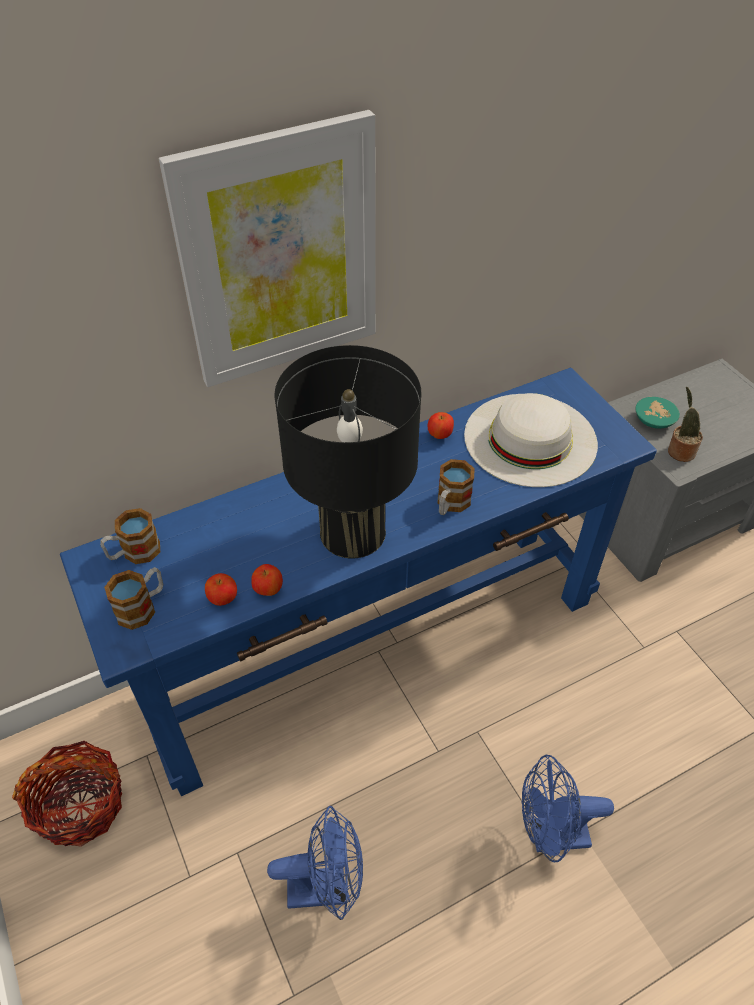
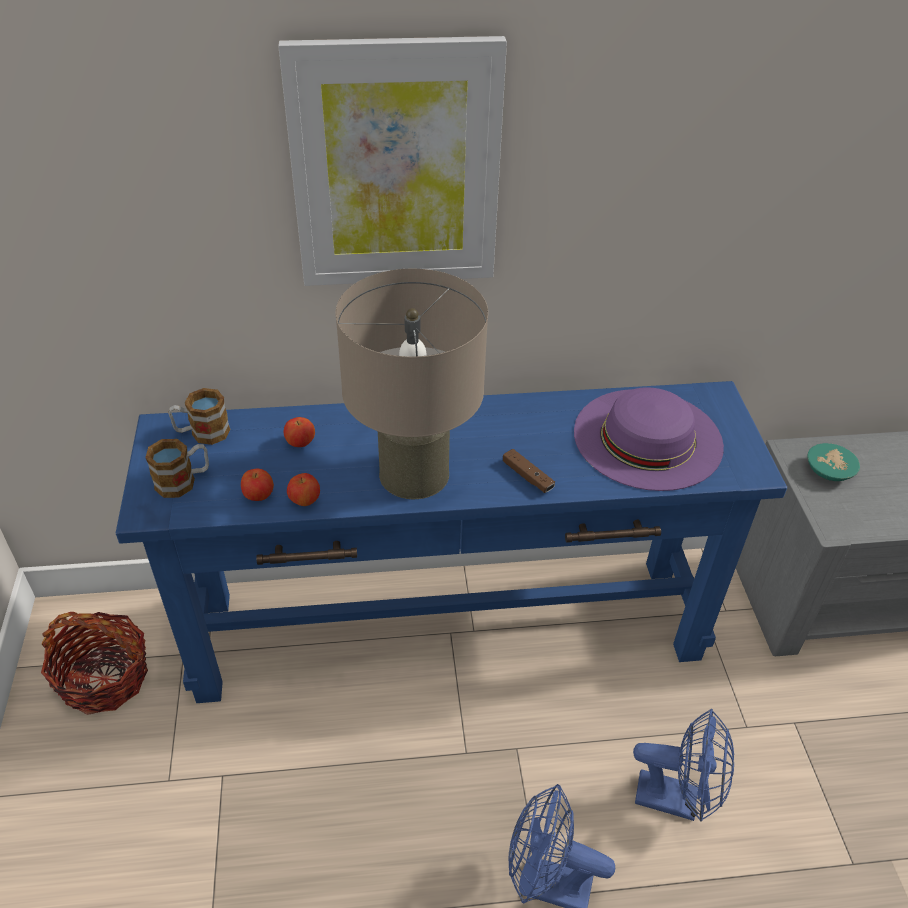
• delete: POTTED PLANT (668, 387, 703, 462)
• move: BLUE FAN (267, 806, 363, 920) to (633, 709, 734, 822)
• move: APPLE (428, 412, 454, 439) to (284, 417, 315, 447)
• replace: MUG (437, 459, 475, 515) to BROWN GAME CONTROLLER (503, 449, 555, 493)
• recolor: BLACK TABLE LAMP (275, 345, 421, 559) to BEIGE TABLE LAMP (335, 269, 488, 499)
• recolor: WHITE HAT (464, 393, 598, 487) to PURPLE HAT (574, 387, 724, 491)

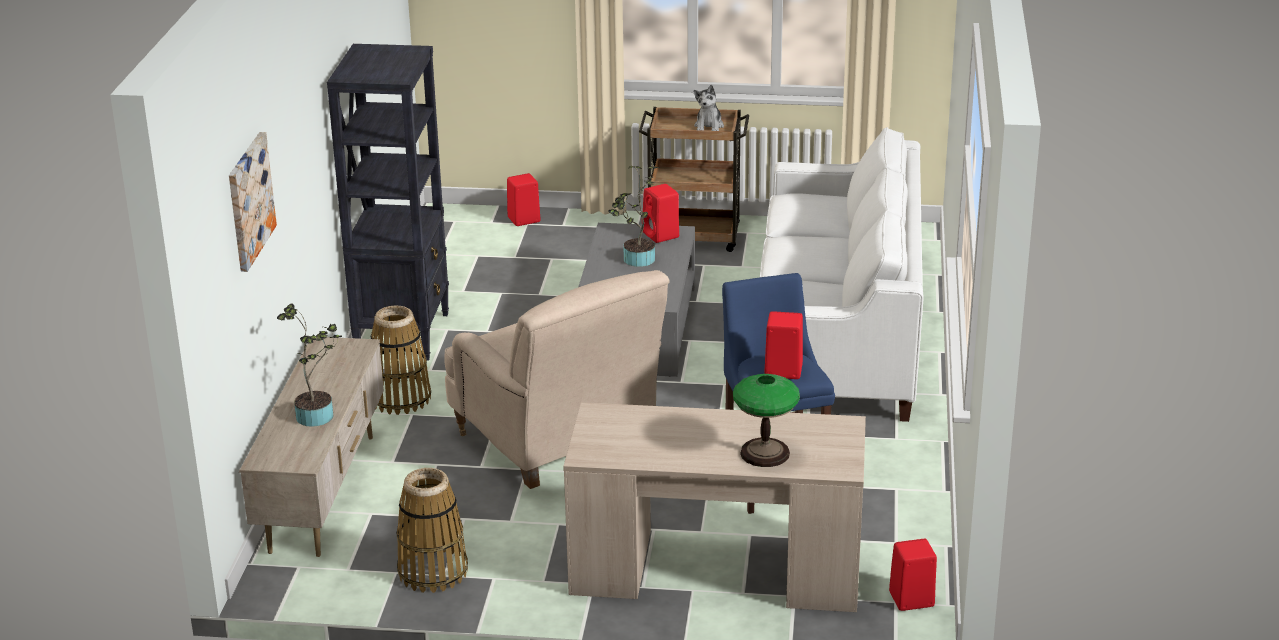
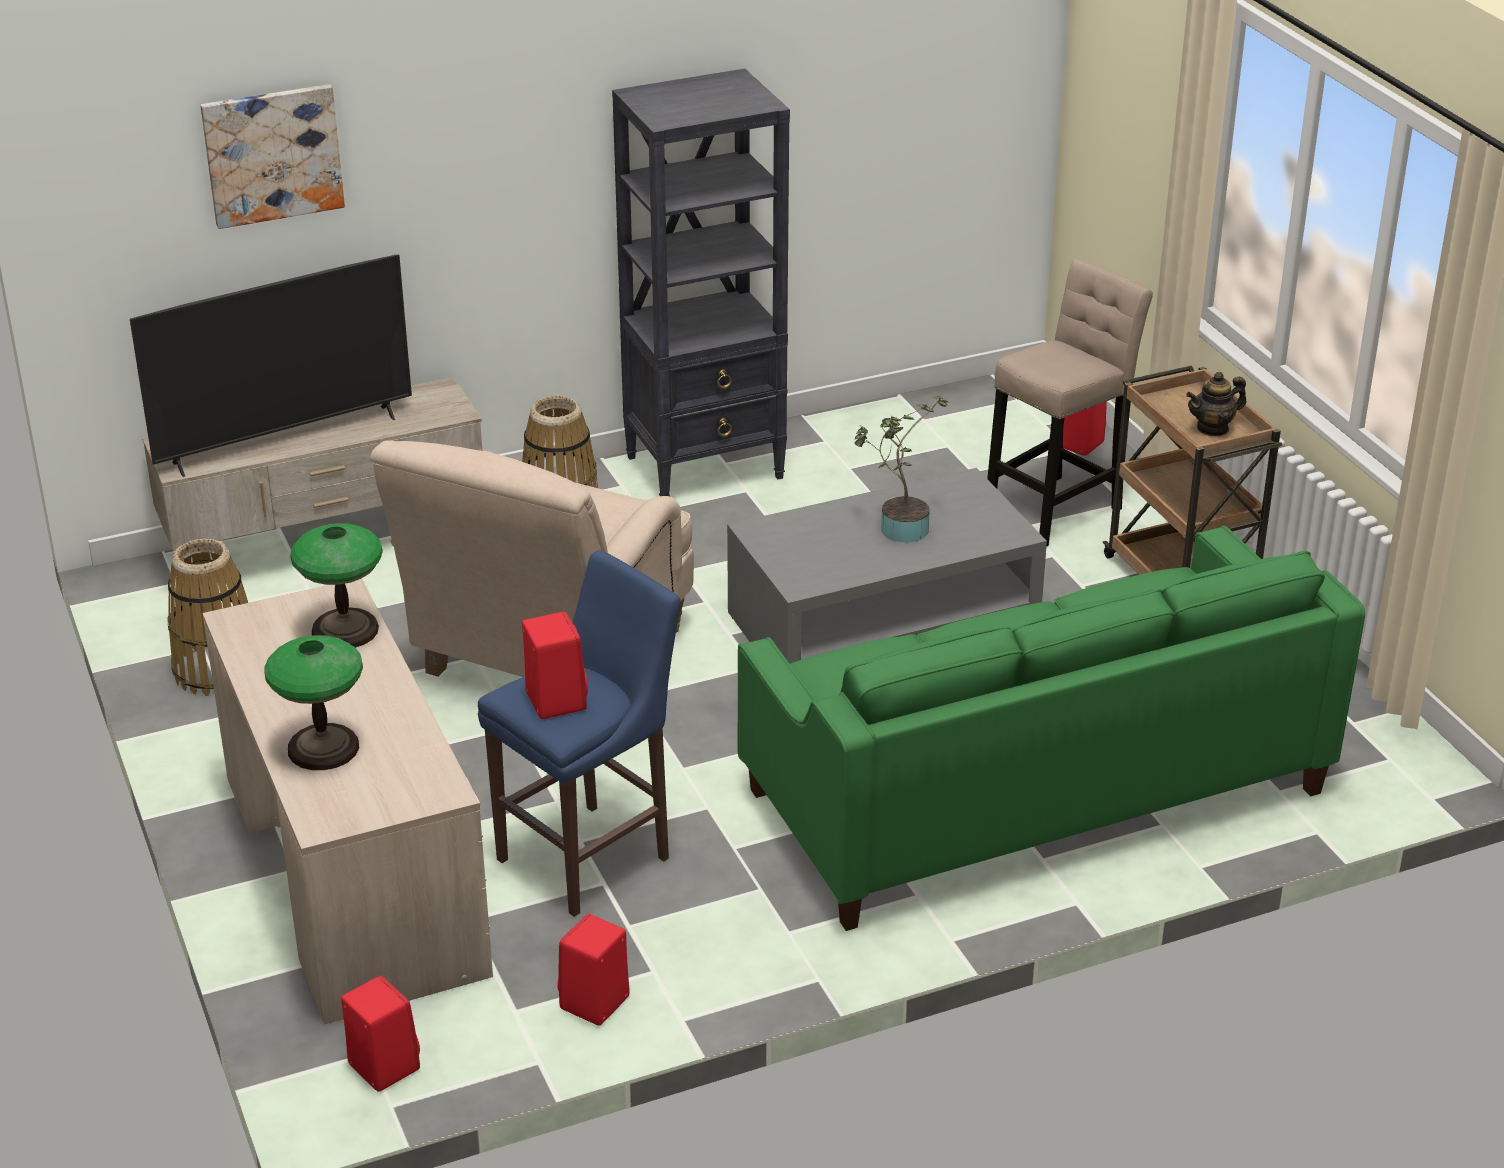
• insert: TABLE LAMP (290, 523, 383, 648)
• insert: BEIGE STOOL (987, 259, 1153, 547)
• move: RED SPEAKER (643, 184, 679, 243) to (557, 914, 630, 1025)
• replace: POTTED PLANT (277, 304, 342, 427) to TELEVISION (130, 254, 412, 477)
• replace: PLUSH TOY (693, 85, 724, 131) to TEAPOT (1186, 372, 1246, 436)
• recolor: WHITE SOFA (760, 127, 924, 422) to GREEN SOFA (738, 525, 1365, 931)

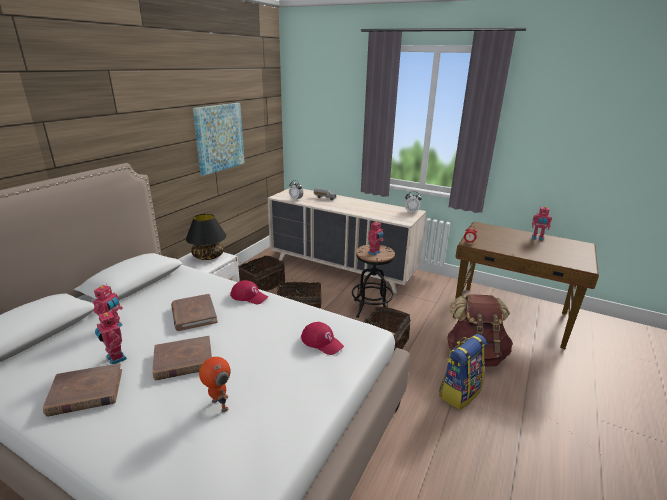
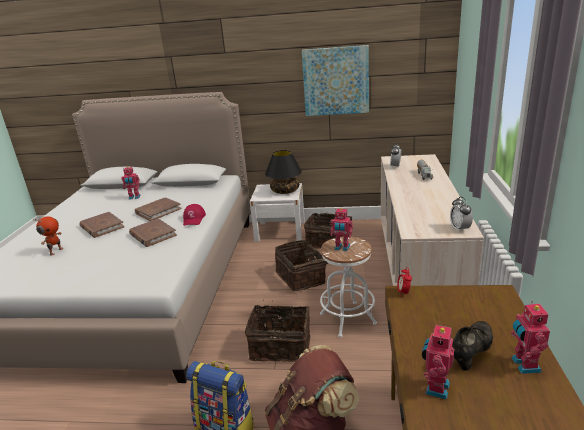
• delete: RED CAP (301, 322, 344, 355)
• insert: BLACK SHOE (452, 321, 493, 371)
• move: BROWN BOOK (43, 363, 122, 417) to (129, 218, 177, 247)
• move: TOY ROBOT (95, 311, 127, 364) to (422, 323, 454, 400)
• recolor: BLACK STOOL (352, 244, 395, 318) to WHITE STOOL (320, 236, 377, 337)

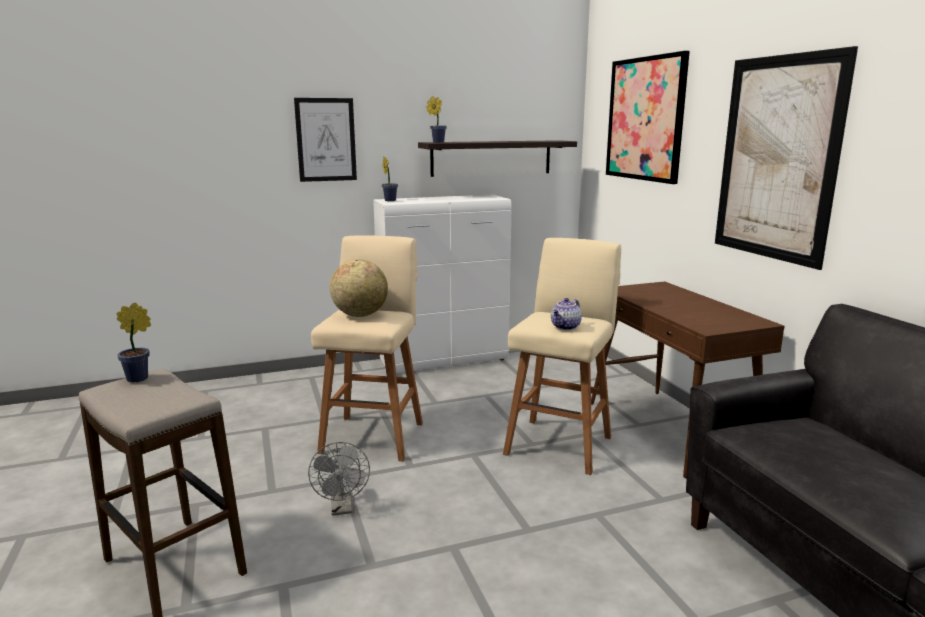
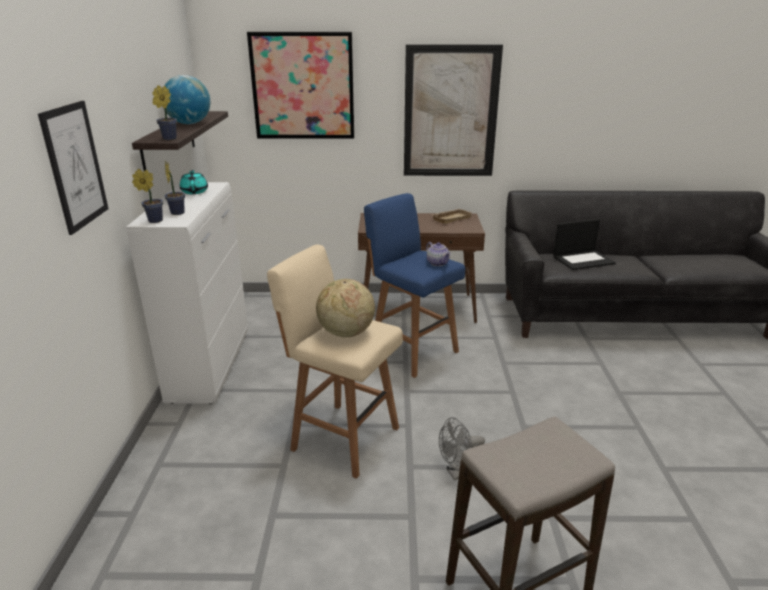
• insert: GLOBE (164, 75, 210, 124)
• insert: TURQUOISE TEAPOT (180, 170, 208, 194)
• insert: BEIGE TRAY (433, 209, 471, 224)
• insert: LAPTOP (553, 219, 616, 270)
• move: POTTED PLANT (117, 302, 151, 383) to (165, 160, 185, 215)
• recolor: BEIGE STOOL (503, 238, 621, 475) to BLUE STOOL (364, 193, 465, 378)
• rotate: GREY FAN (308, 442, 370, 515) = (439, 417, 485, 480) 150 degrees clockwise

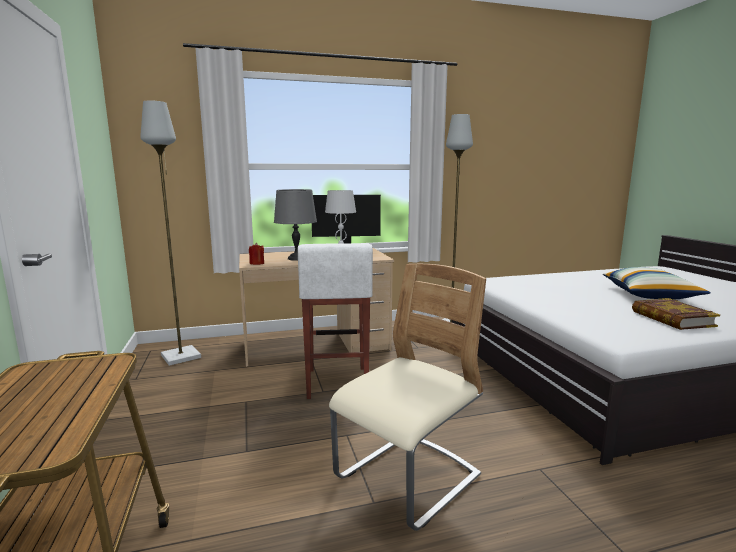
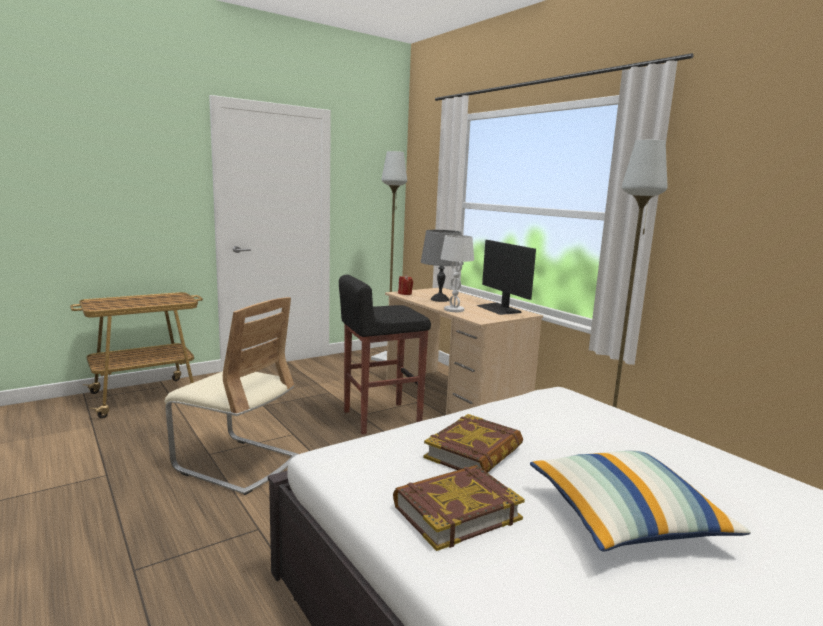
• insert: BOOK (424, 414, 523, 473)
• recolor: WHITE STOOL (298, 243, 373, 399) to BLACK STOOL (339, 275, 431, 435)

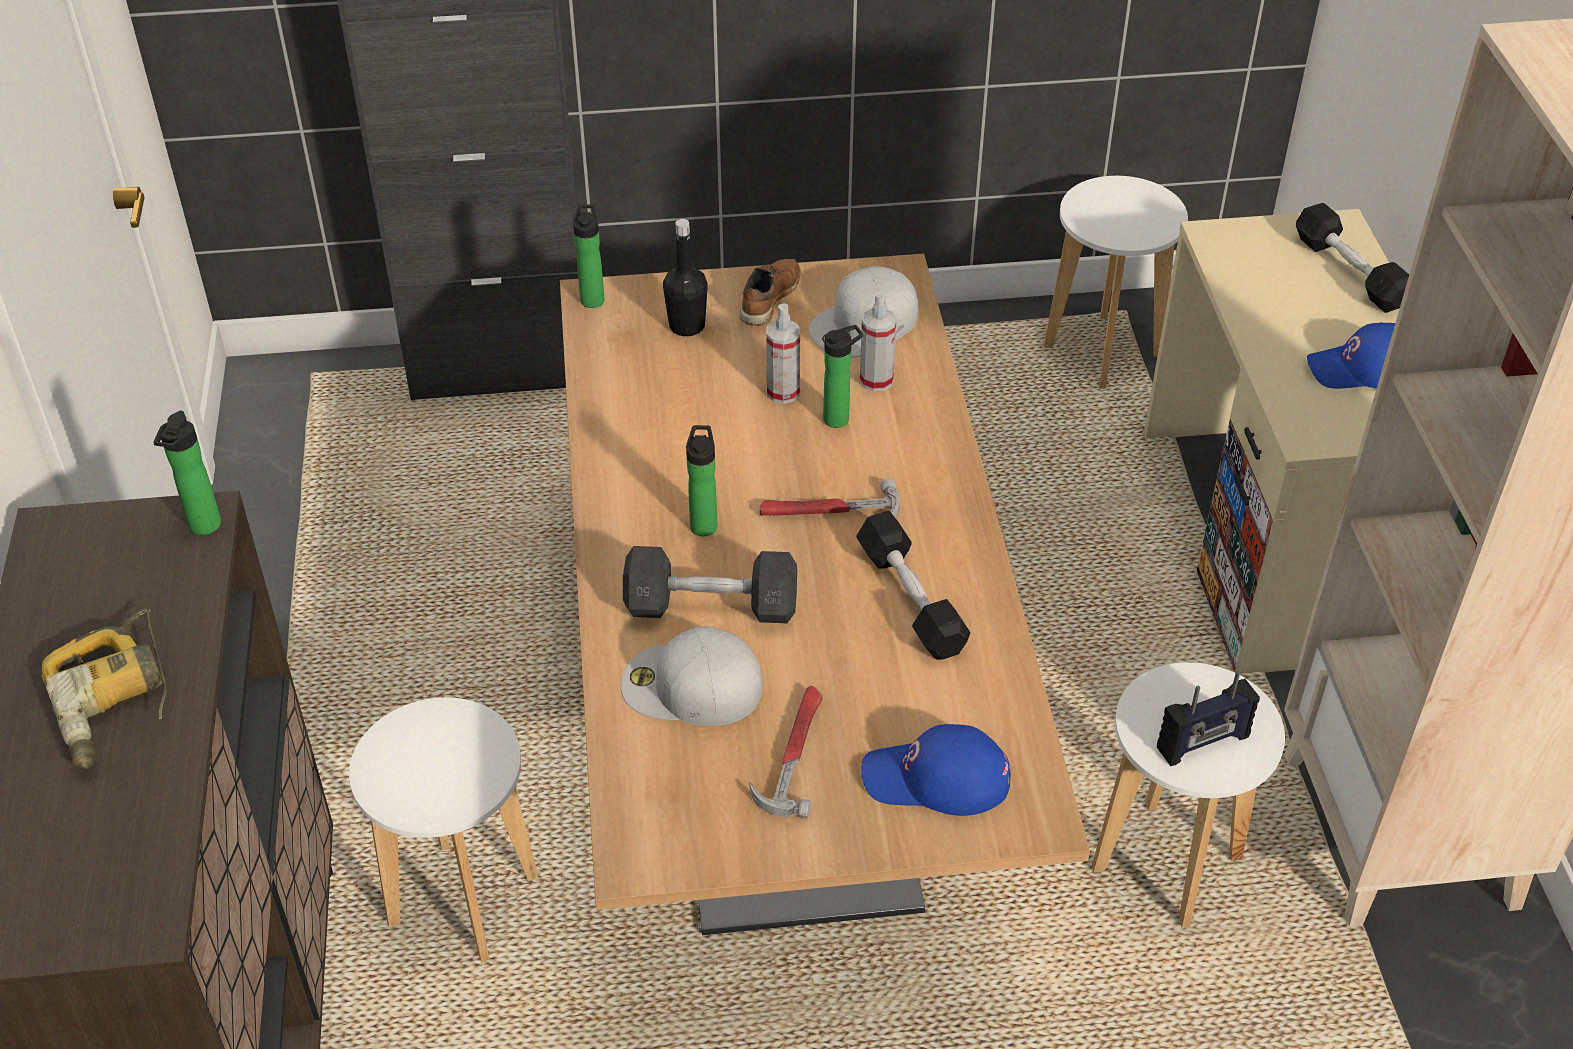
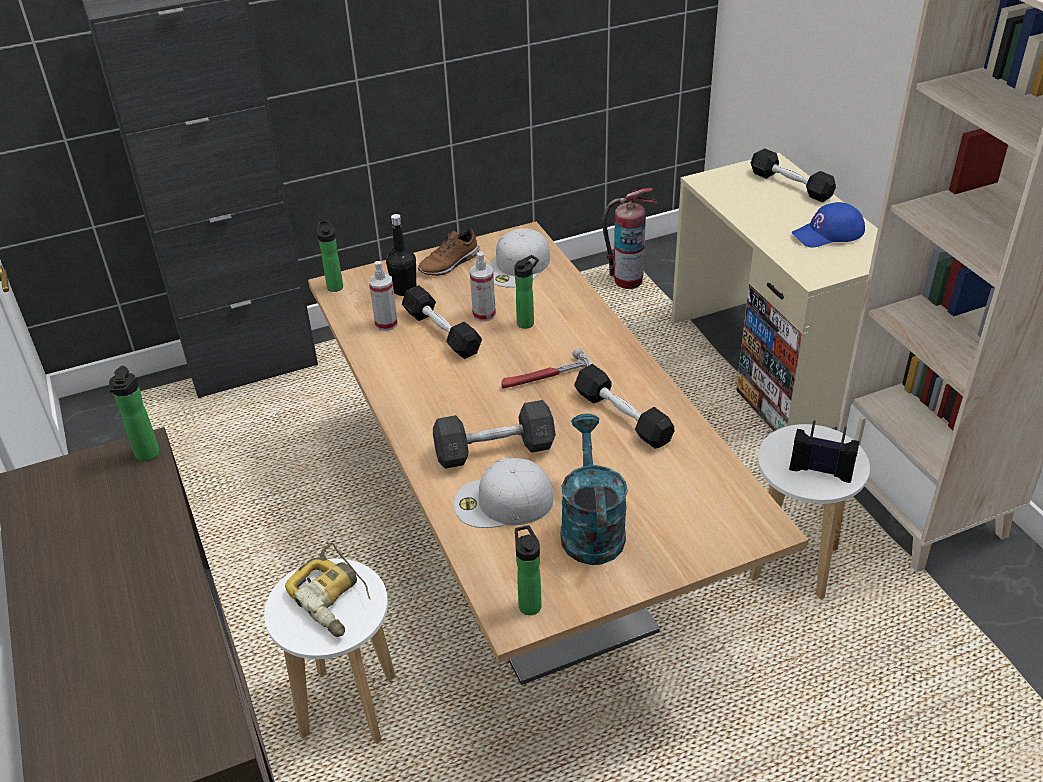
• delete: BLUE CAP (861, 724, 1011, 816)
• insert: BLACK DUMBBELL (402, 285, 482, 359)
• move: POWER DRILL (41, 607, 167, 769) to (285, 543, 371, 637)
• move: BOTTLE (686, 425, 718, 536) to (515, 525, 542, 615)
• move: SPRAY BOTTLE (860, 292, 897, 392) to (369, 261, 398, 331)
• replace: HAMMER (749, 686, 823, 819) to TURQUOISE WATERING CAN (561, 414, 628, 565)
• replace: WHITE STOOL (1044, 176, 1188, 389) to FIRE EXTINGUISHER (602, 188, 657, 289)
• rotate: BROWN SHOE (739, 259, 800, 326) = (418, 228, 479, 276) 135 degrees counterclockwise
• rotate: RADIO (1157, 671, 1260, 766) = (789, 420, 859, 483) 120 degrees counterclockwise

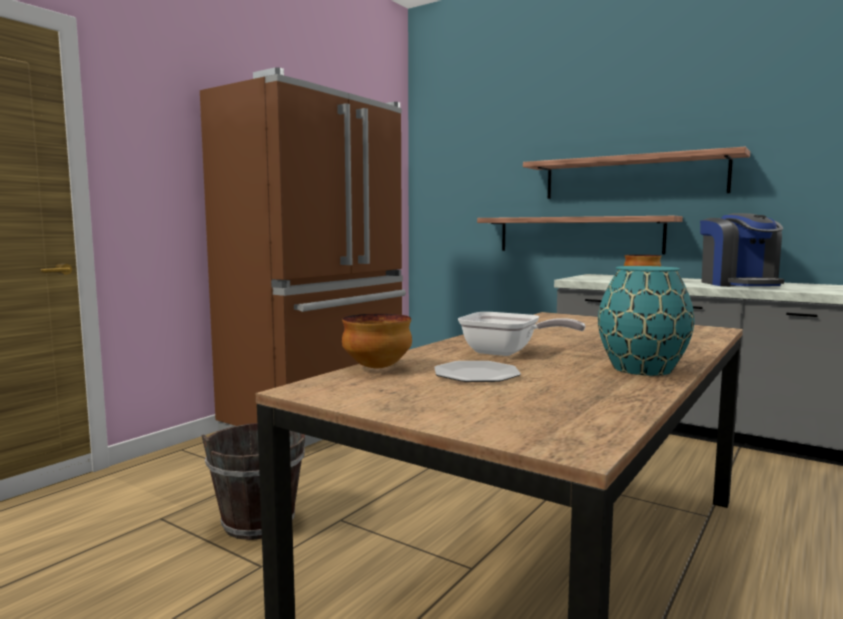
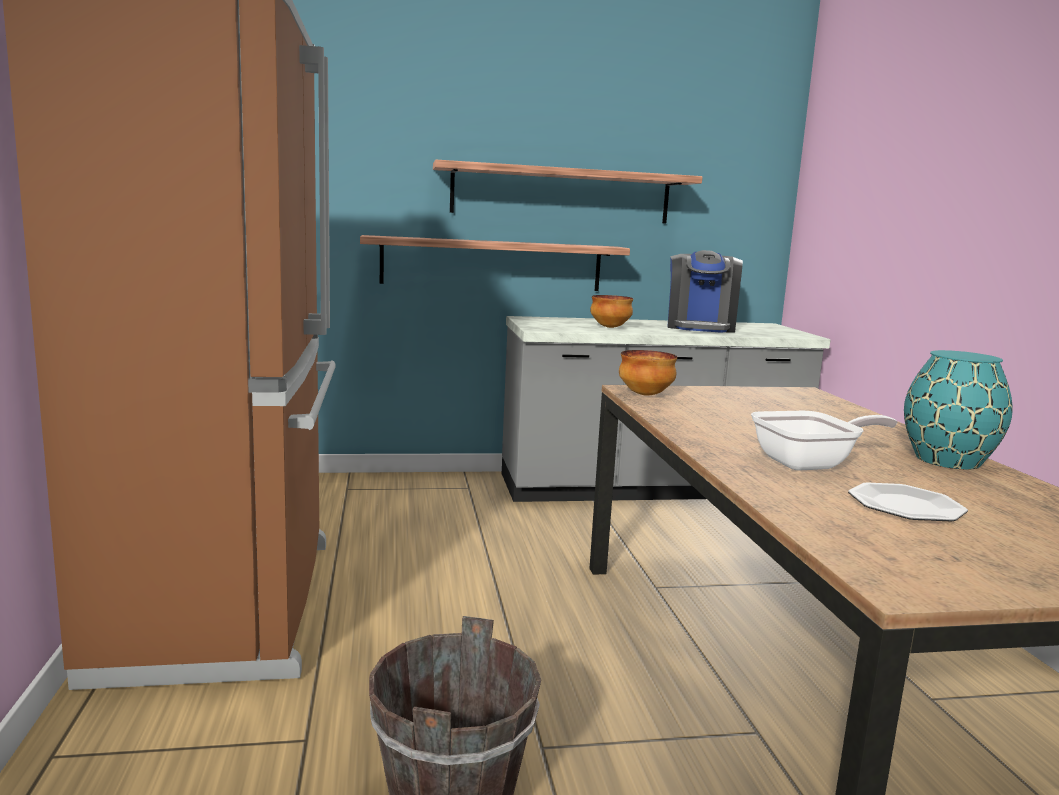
• move: BOWL (342, 313, 412, 369) to (619, 350, 677, 396)
• rotate: COFFEE MACHINE (700, 213, 784, 286) = (668, 250, 743, 333) 60 degrees clockwise

